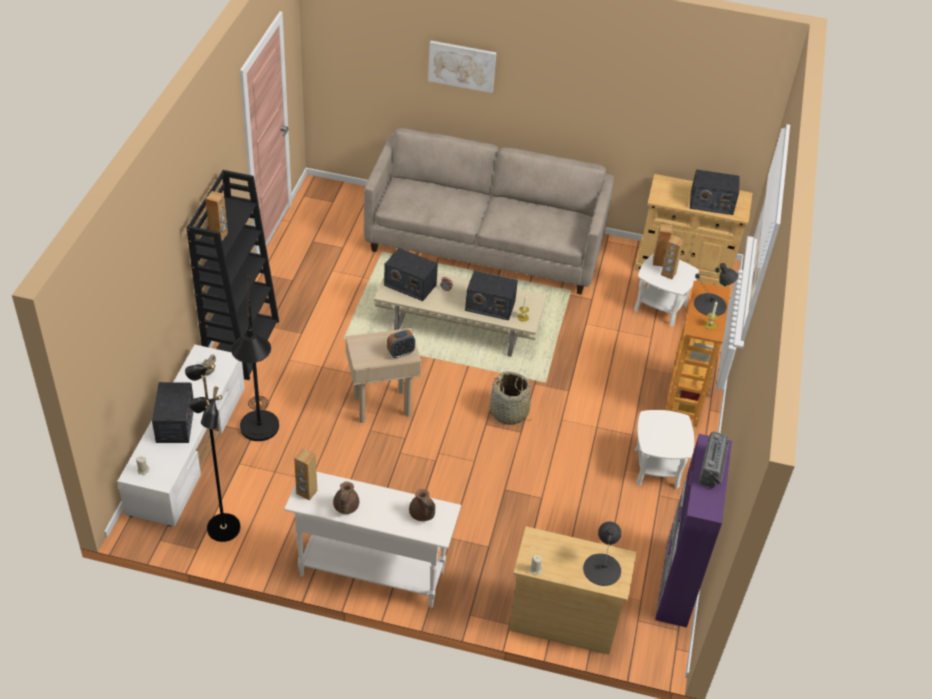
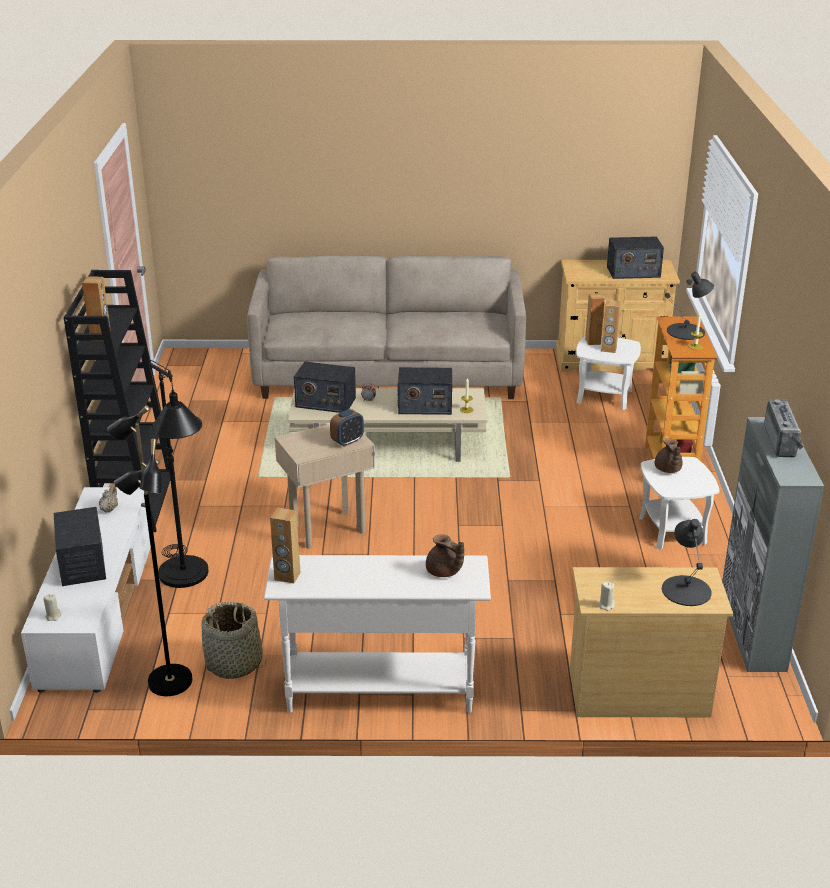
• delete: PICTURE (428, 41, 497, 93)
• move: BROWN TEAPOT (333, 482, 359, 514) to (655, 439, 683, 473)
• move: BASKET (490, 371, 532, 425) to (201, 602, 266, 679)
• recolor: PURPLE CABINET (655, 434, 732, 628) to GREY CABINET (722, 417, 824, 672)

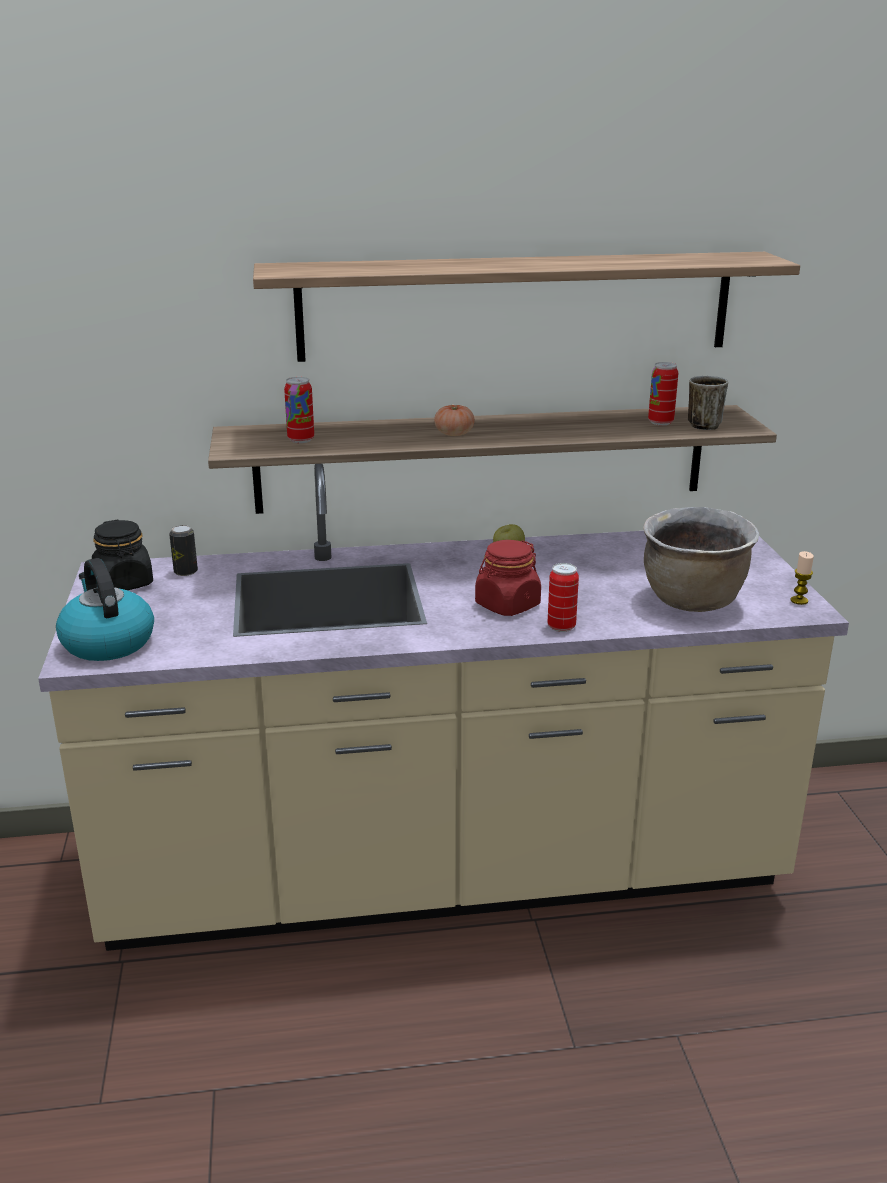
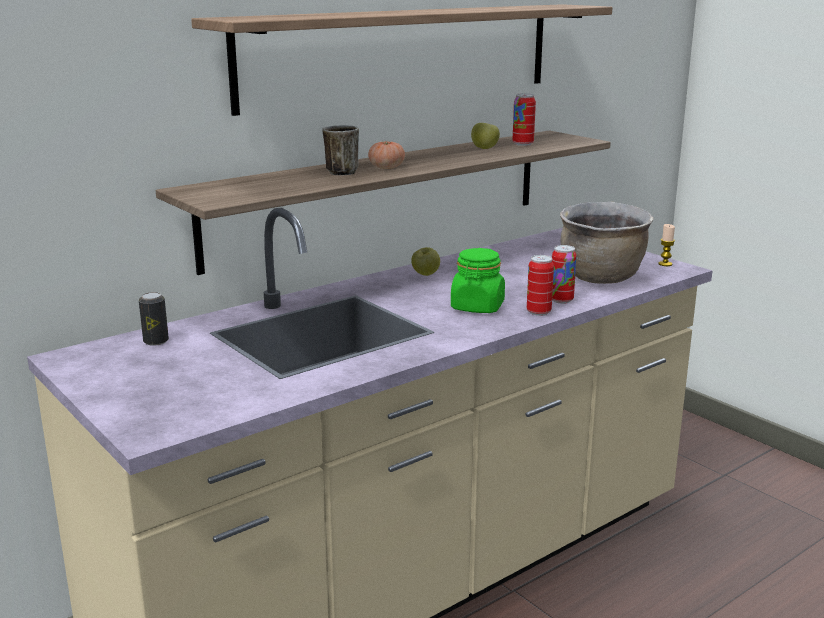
• delete: KETTLE (56, 558, 154, 661)
• delete: BLACK JAR (92, 520, 153, 590)
• insert: APPLE (471, 123, 500, 149)
• move: CAN (284, 377, 314, 443) to (552, 245, 577, 304)
• move: MUG (688, 376, 728, 430) to (322, 125, 359, 175)
• recolor: RED JAR (475, 540, 541, 616) to GREEN JAR (451, 248, 505, 313)

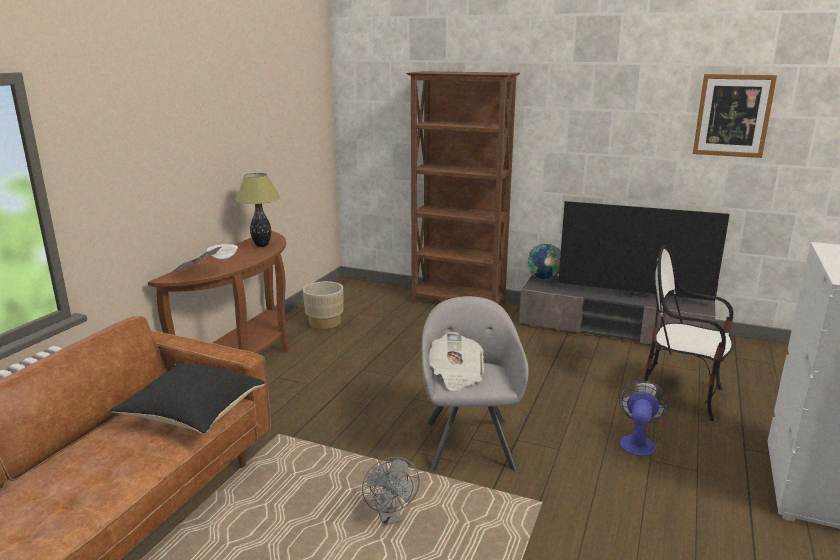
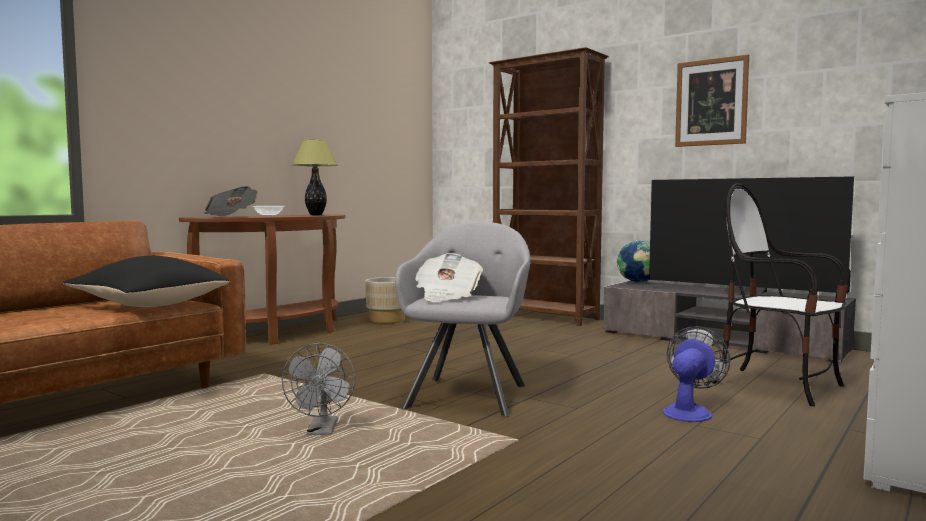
• move: PICTURE (693, 74, 777, 158) to (675, 54, 749, 147)

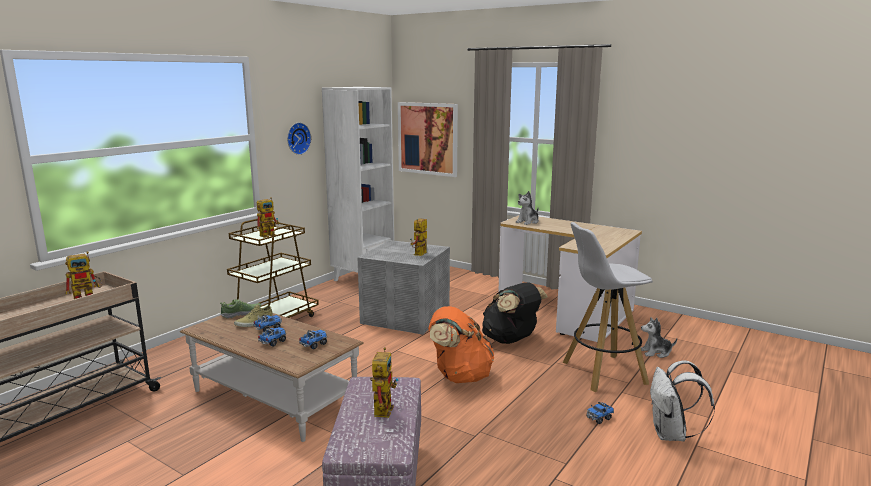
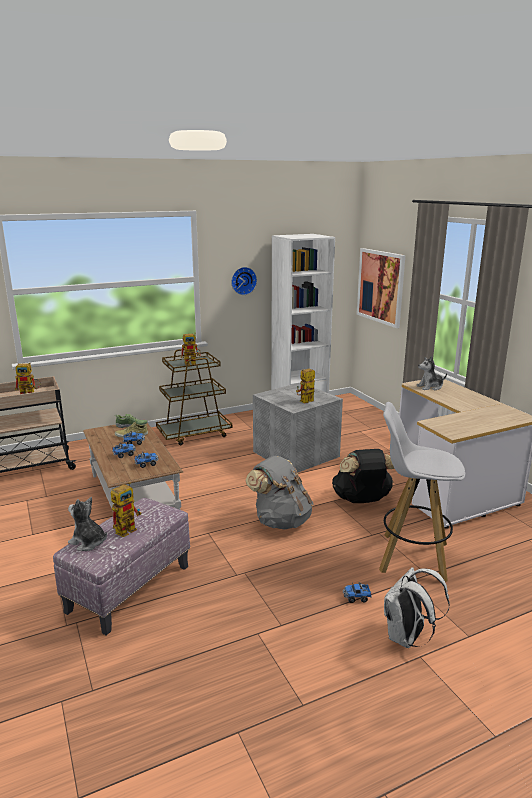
• move: PLUSH TOY (641, 317, 677, 358) to (68, 497, 107, 551)
• recolor: ORANGE BACKPACK (428, 306, 494, 383) to GREY BACKPACK (245, 456, 313, 529)

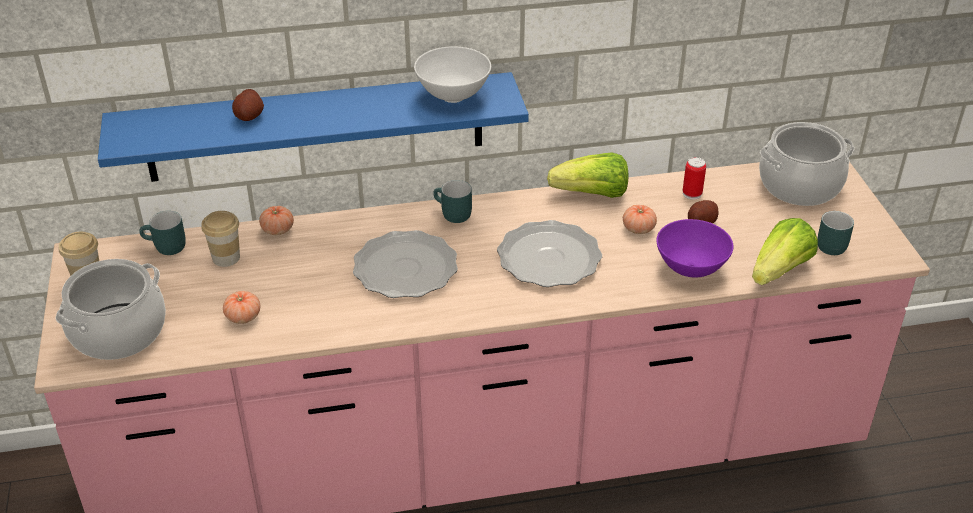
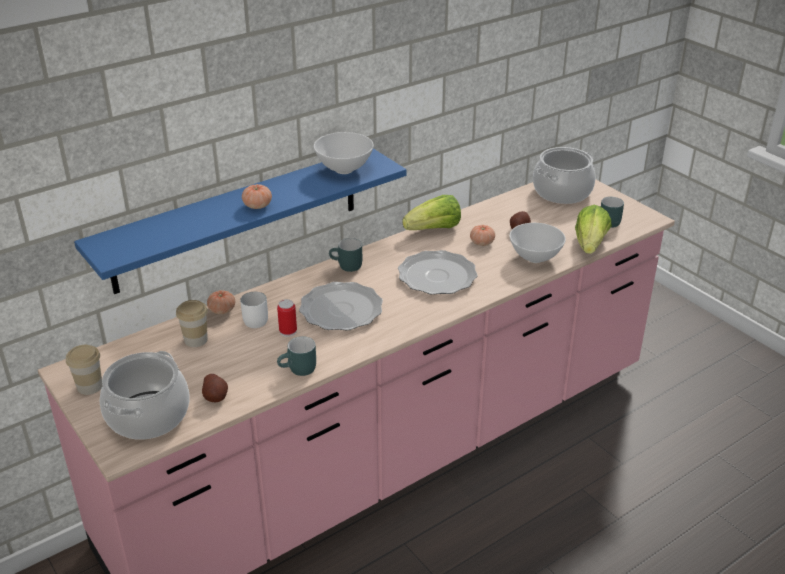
• insert: WHITE MUG (240, 292, 268, 328)
• move: TURQUOISE MUG (139, 211, 186, 255) to (277, 336, 316, 376)
• move: TOMATO (223, 291, 260, 324) to (242, 184, 272, 209)
• move: POTATO (232, 89, 264, 121) to (202, 374, 228, 402)
• move: CAN (683, 157, 706, 200) to (277, 299, 297, 337)
• recolor: PURPLE BOWL (656, 219, 733, 277) to WHITE BOWL (509, 223, 566, 263)

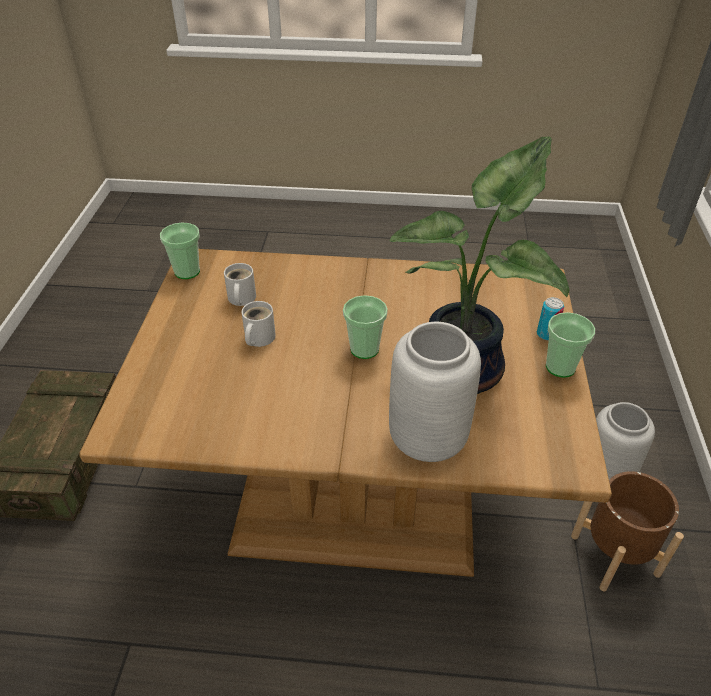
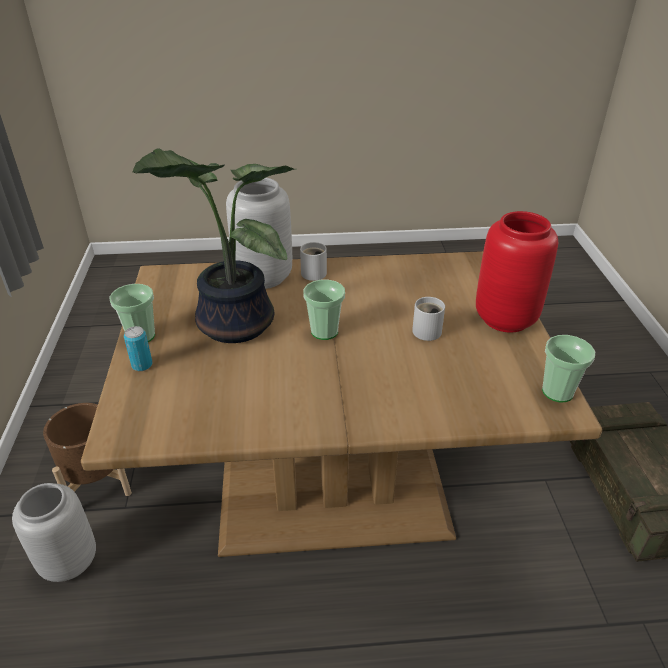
• insert: RED VASE (476, 211, 558, 333)
• move: WHITE MUG (224, 263, 256, 306) to (300, 242, 327, 281)

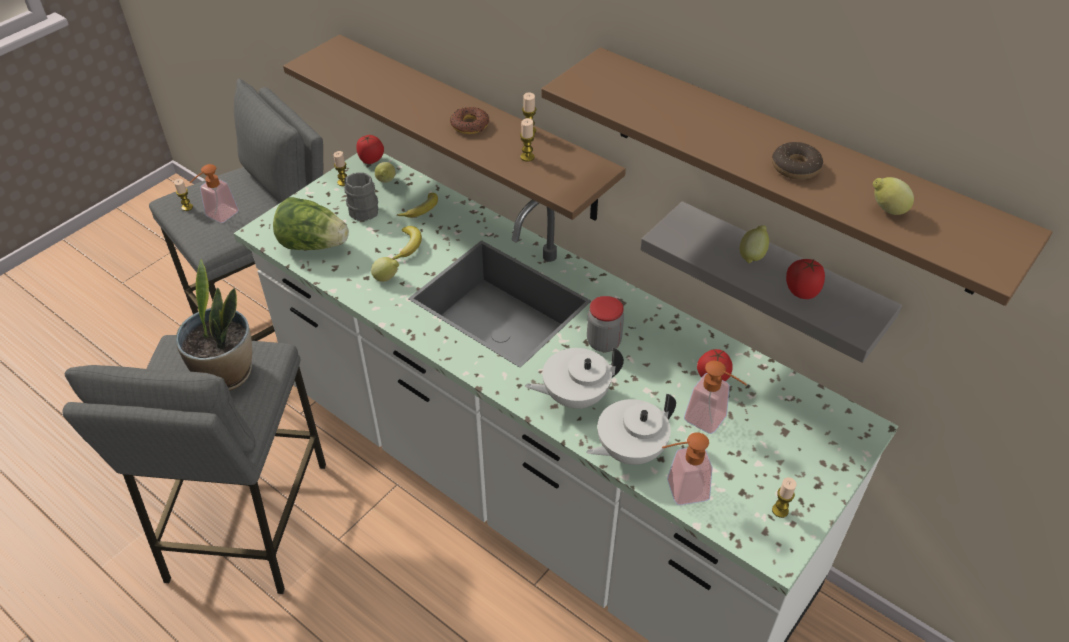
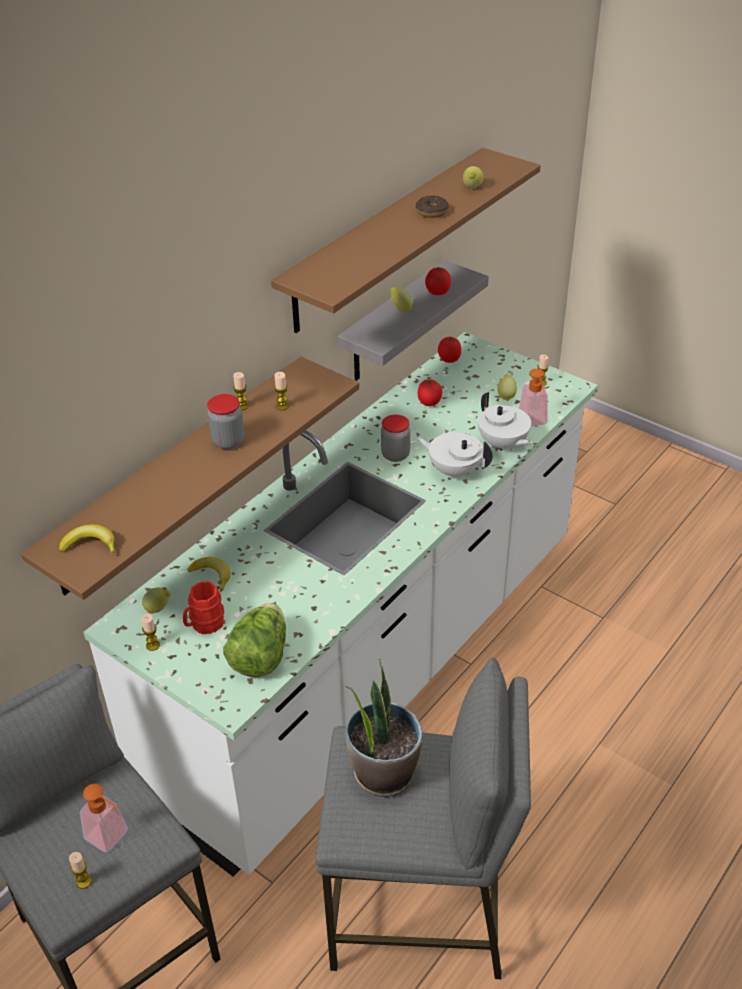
• delete: SOAP DISPENSER (684, 361, 747, 434)
• move: TOMATO (356, 135, 384, 164) to (438, 337, 461, 363)
• move: LEMON (371, 257, 399, 282) to (498, 374, 517, 401)
• move: BANANA (392, 226, 422, 260) to (59, 524, 115, 555)
• replace: DONUT (450, 107, 489, 134) to JAR (207, 394, 244, 449)
• recolor: GREY MUG (344, 172, 378, 221) to RED MUG (183, 581, 224, 634)
• rotate: WHITE TEAPOT (525, 348, 624, 409) = (417, 432, 493, 479) 135 degrees clockwise

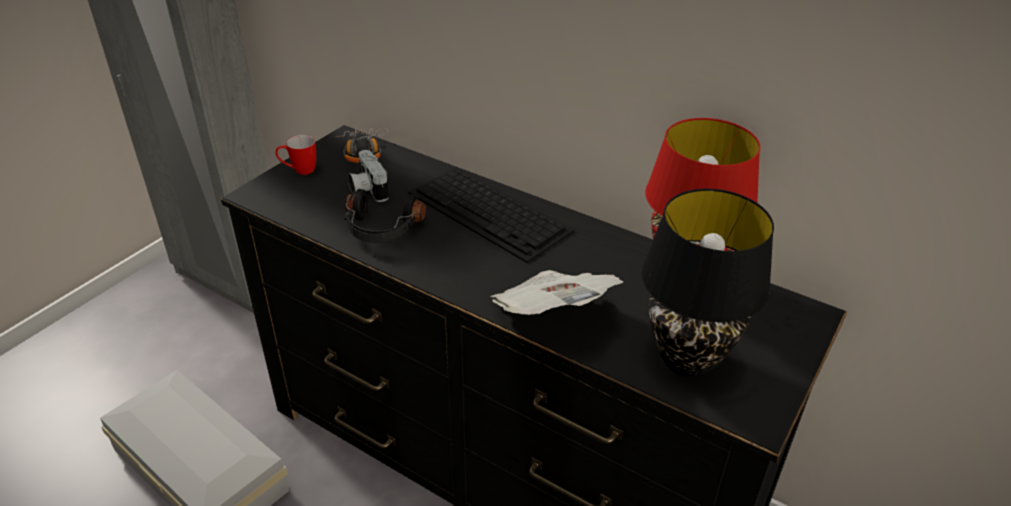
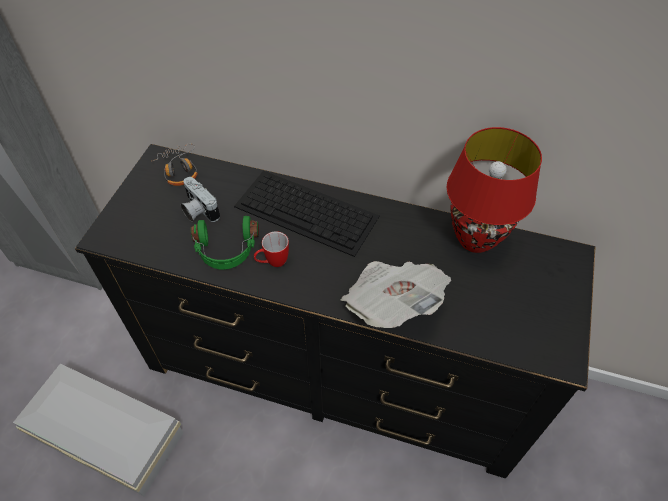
• delete: BLACK TABLE LAMP (641, 189, 774, 377)
• move: MUG (275, 135, 316, 175) to (254, 231, 289, 267)
• recolor: BLACK HEADPHONES (344, 189, 426, 243) to GREEN HEADPHONES (191, 216, 259, 270)

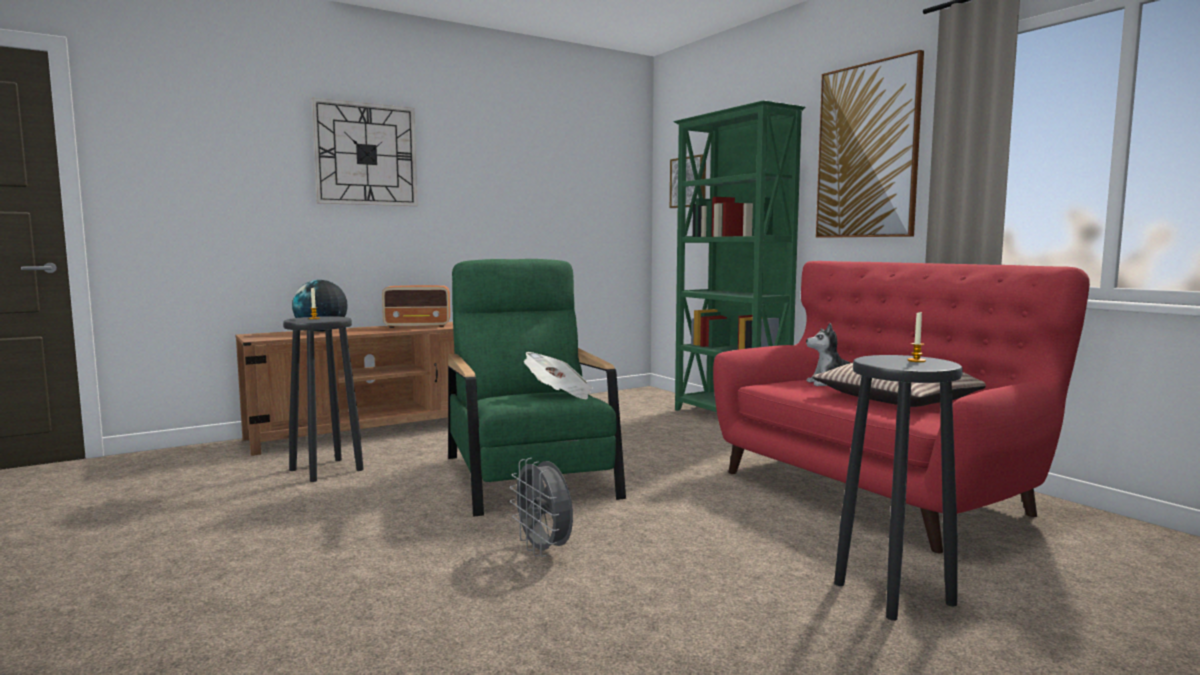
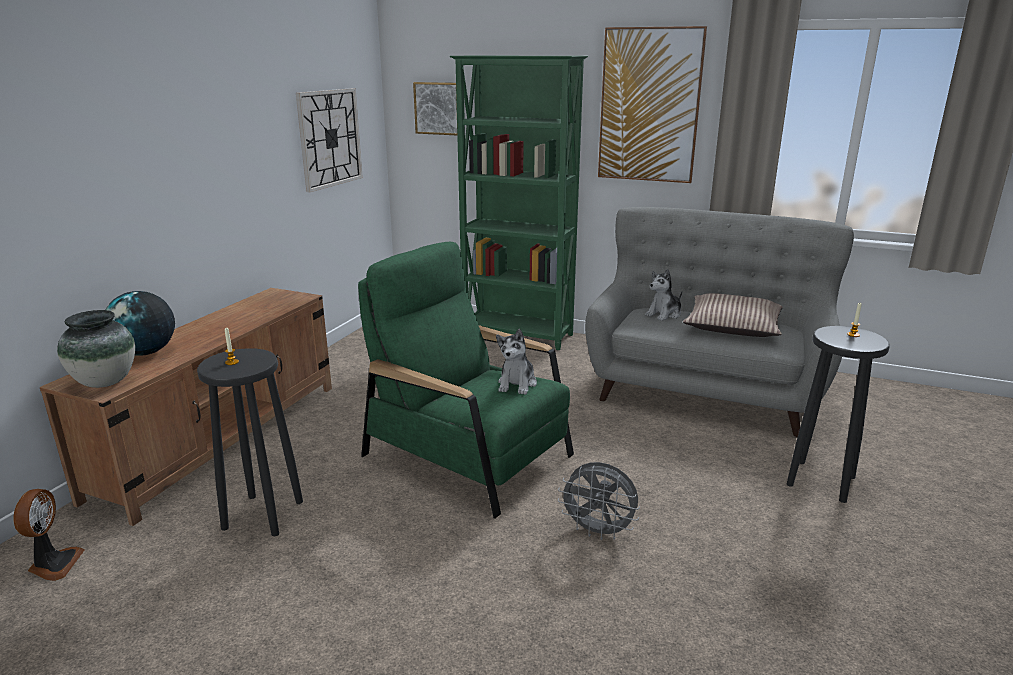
• delete: RADIO (382, 285, 450, 328)
• insert: FAN (13, 489, 85, 581)
• insert: VASE (57, 310, 135, 388)
• move: WALL CLOCK (312, 98, 418, 206) to (296, 88, 363, 192)
• replace: NEWSPAPER (524, 352, 593, 399) to PLUSH TOY (496, 329, 537, 395)
• recolor: RED SOFA (713, 261, 1090, 553) to GREY SOFA (585, 207, 854, 437)

